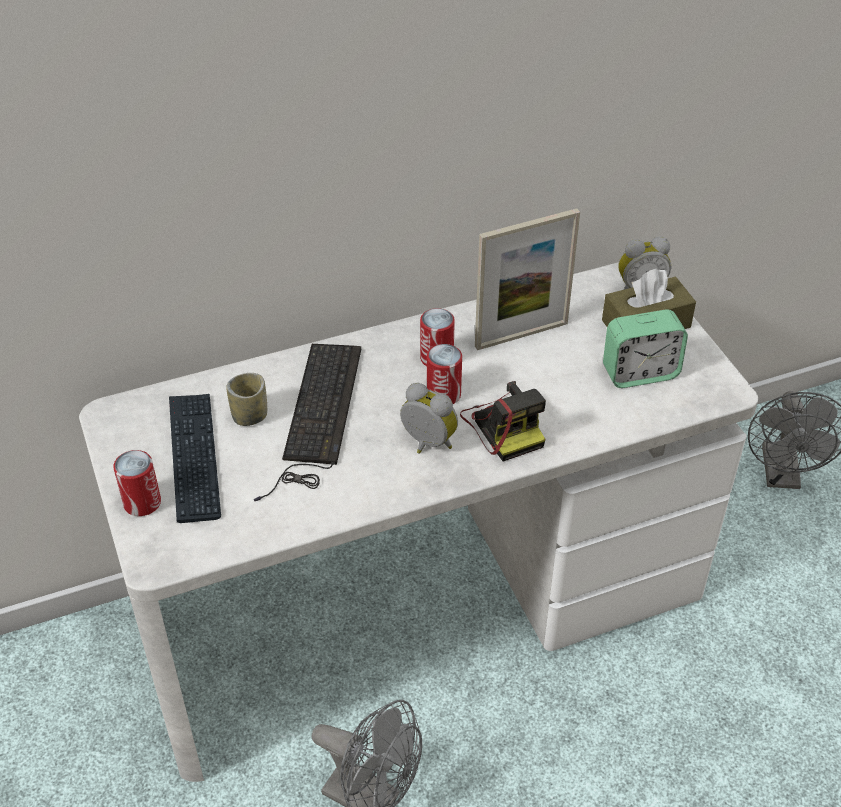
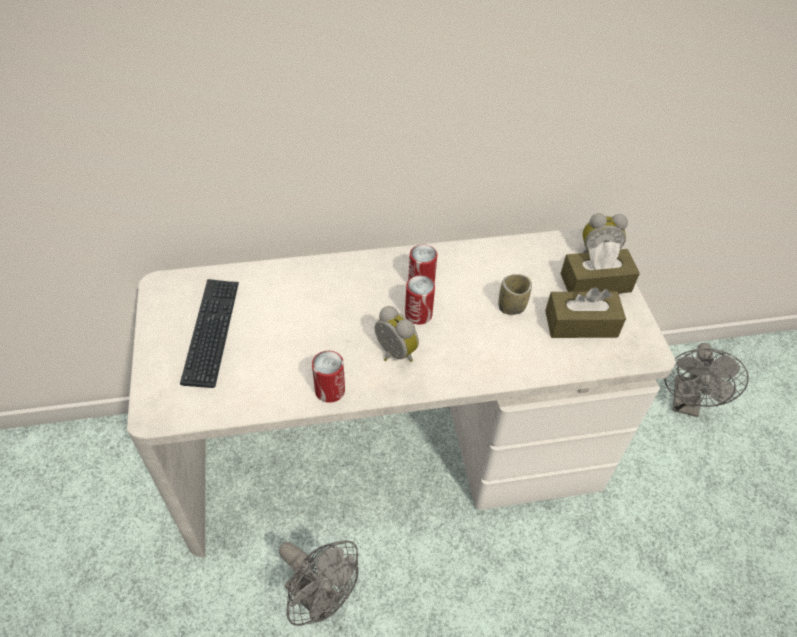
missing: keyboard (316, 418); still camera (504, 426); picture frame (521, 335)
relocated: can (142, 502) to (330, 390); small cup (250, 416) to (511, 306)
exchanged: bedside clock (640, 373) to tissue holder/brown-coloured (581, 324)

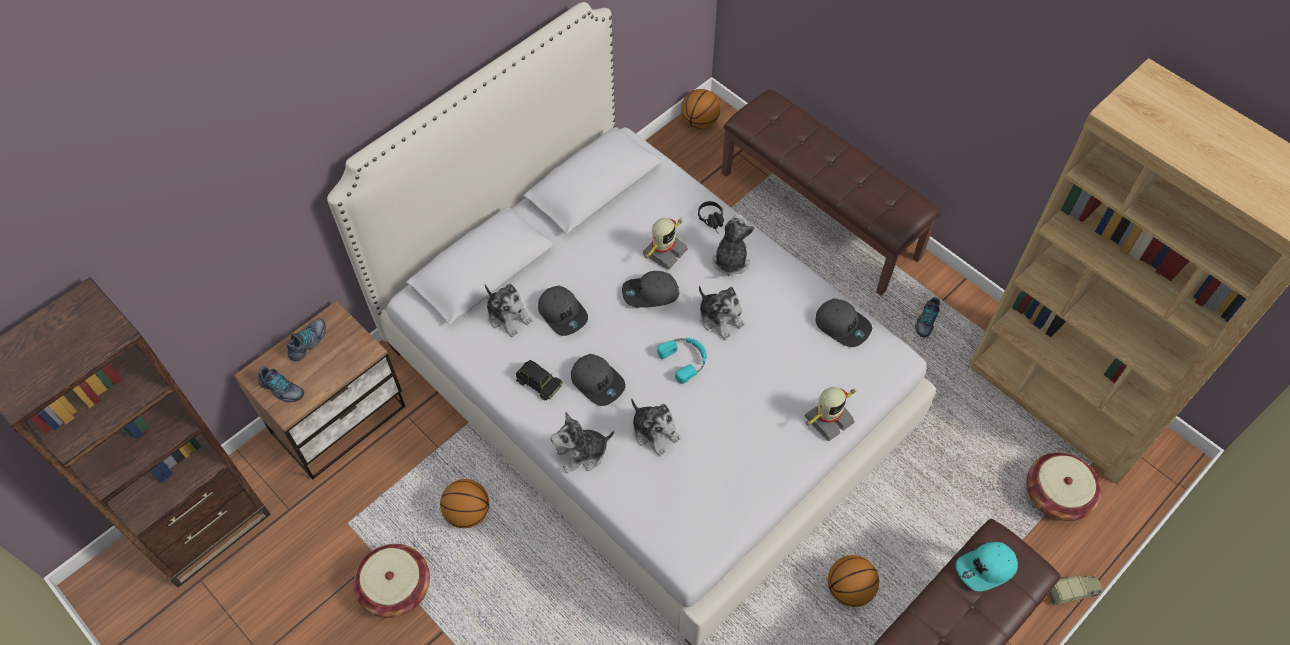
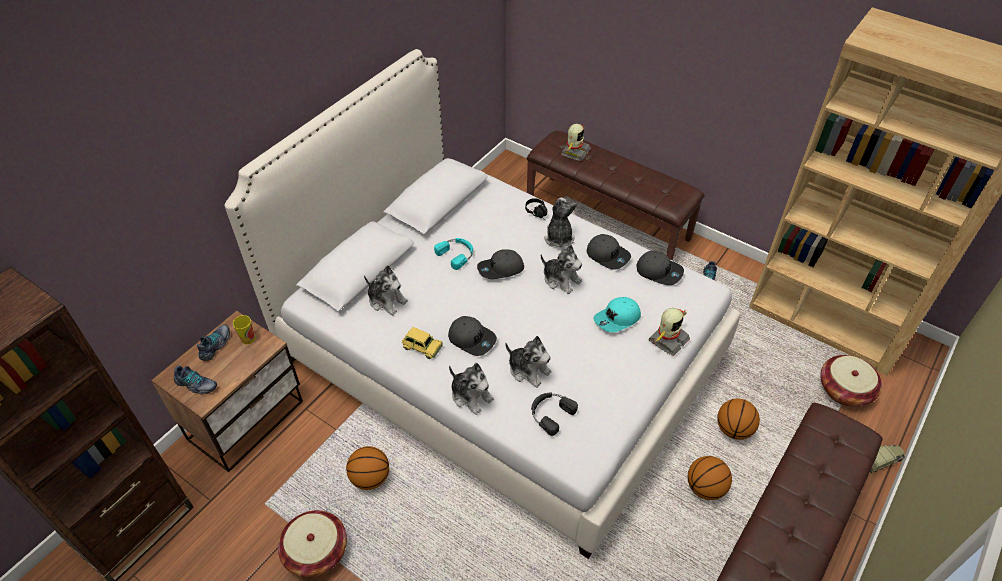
appeared: small cup (248, 338); headset/black-coloured (550, 413)
relocated: peaked cap/greyish (563, 313) to (608, 255); toy robot (664, 251) to (574, 152); headset/turquoise (685, 359) to (457, 254); ball for basketball (700, 122) to (734, 429); peaked cap/turquoise (986, 569) to (617, 319)
colour: model car/black-coloured (538, 382) to model car/yellow-coloured (422, 346)
spun: soft toy (582, 453) = (471, 395) 105 degrees counterclockwise

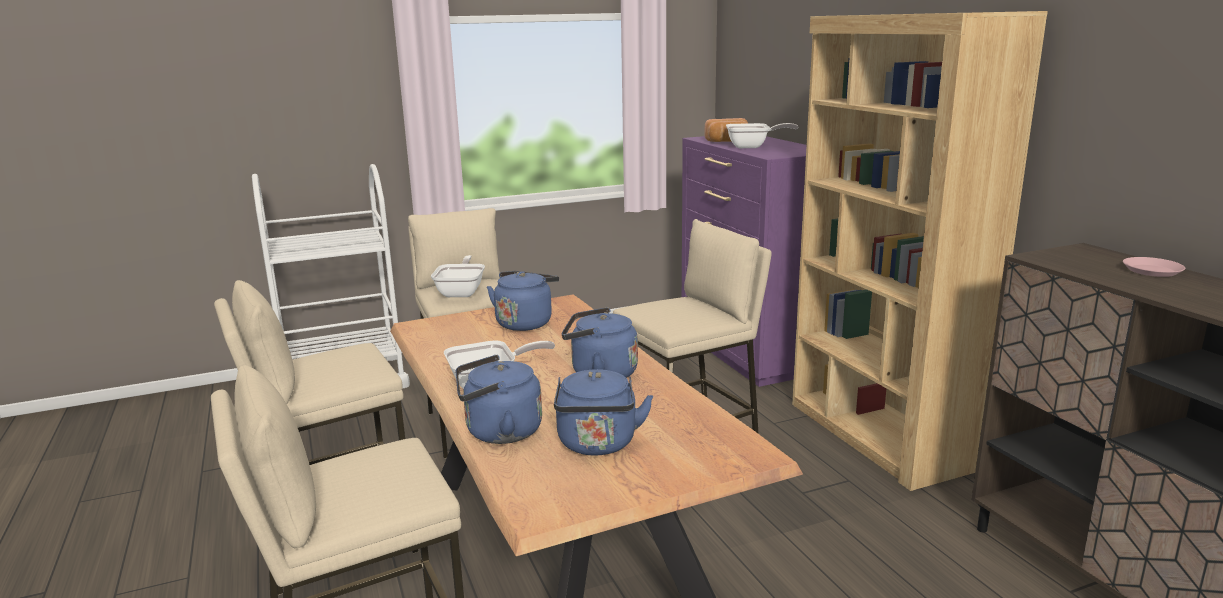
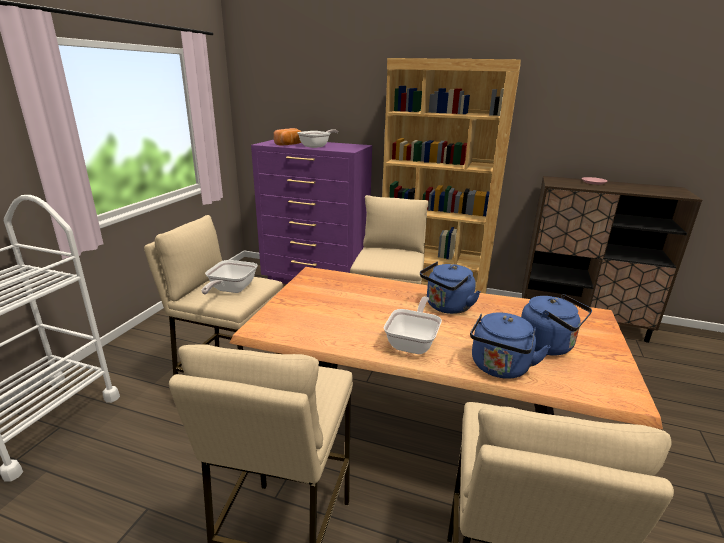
missing: kettle/blue-coloured (525, 322)
spun: frying pan (462, 292) = (230, 290) 120 degrees counterclockwise

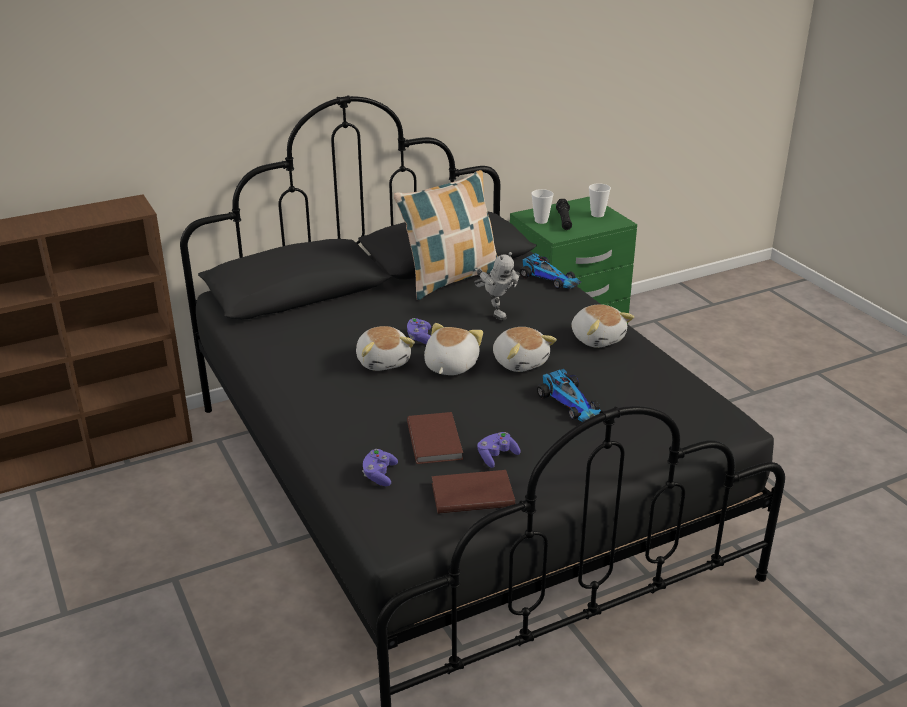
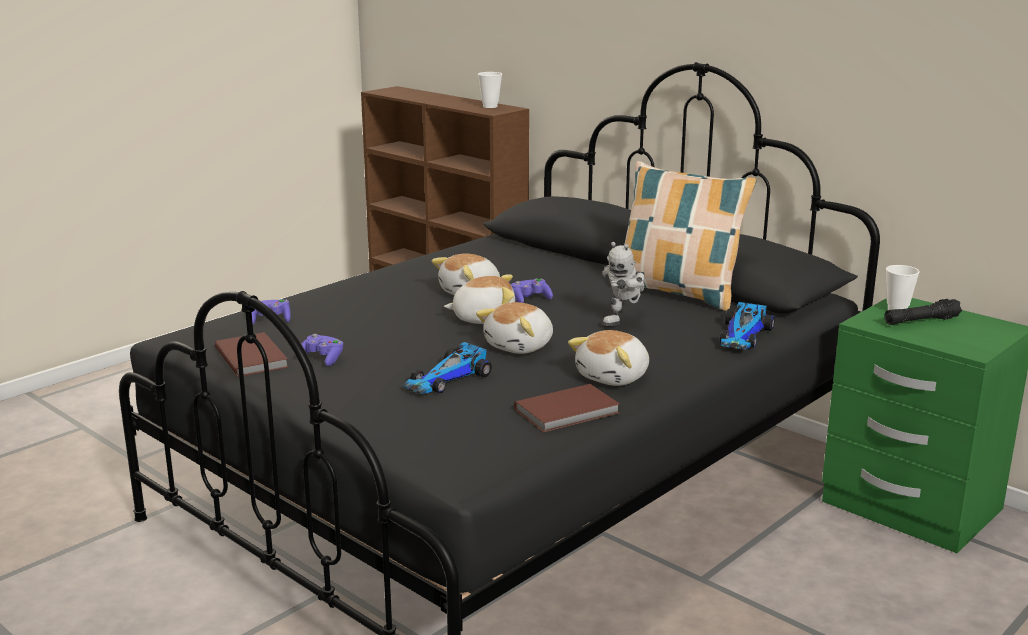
relocated: book/brown-coloured (436, 440) to (569, 412); small cup (597, 214) to (490, 106)

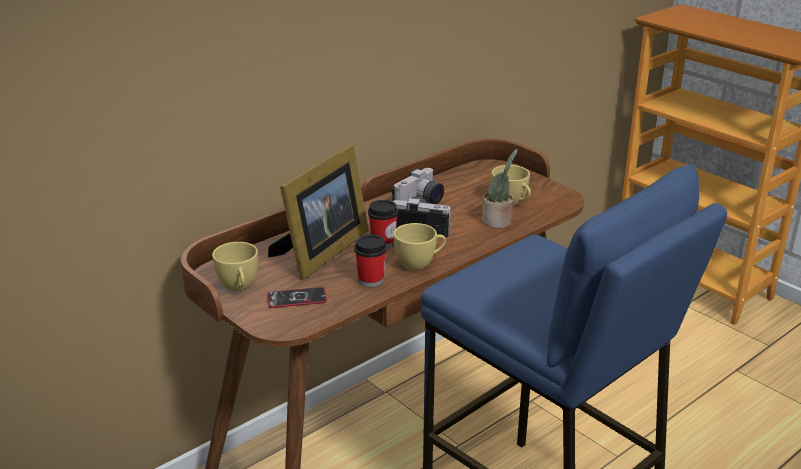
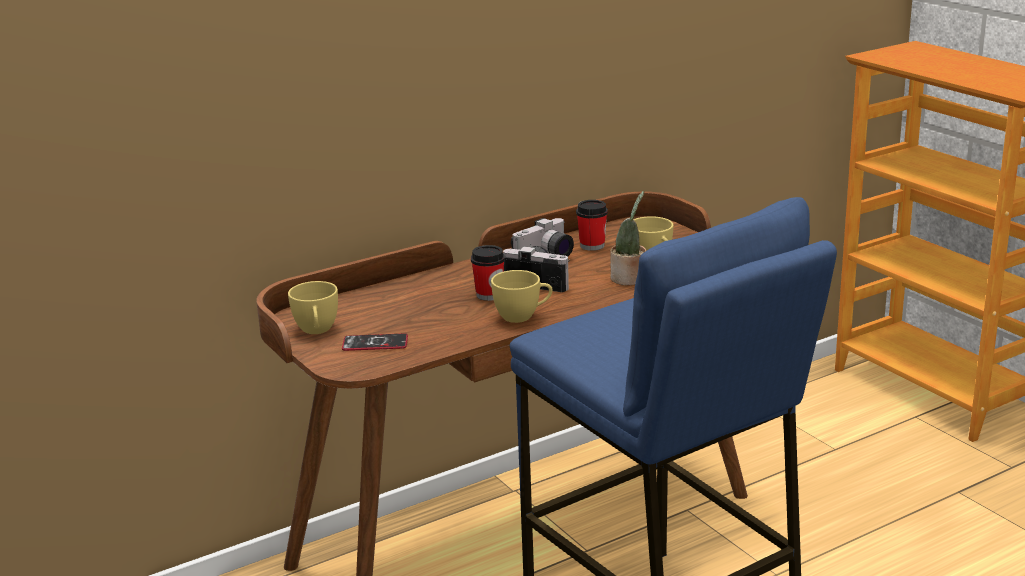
missing: picture frame (321, 252)
relocated: small cup (371, 280) to (592, 246)

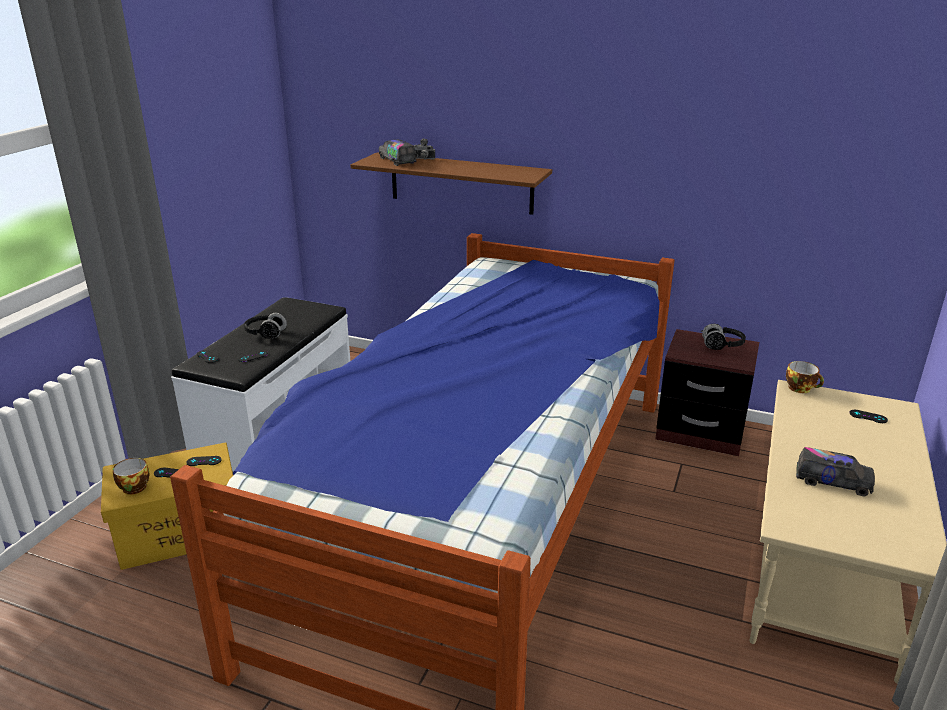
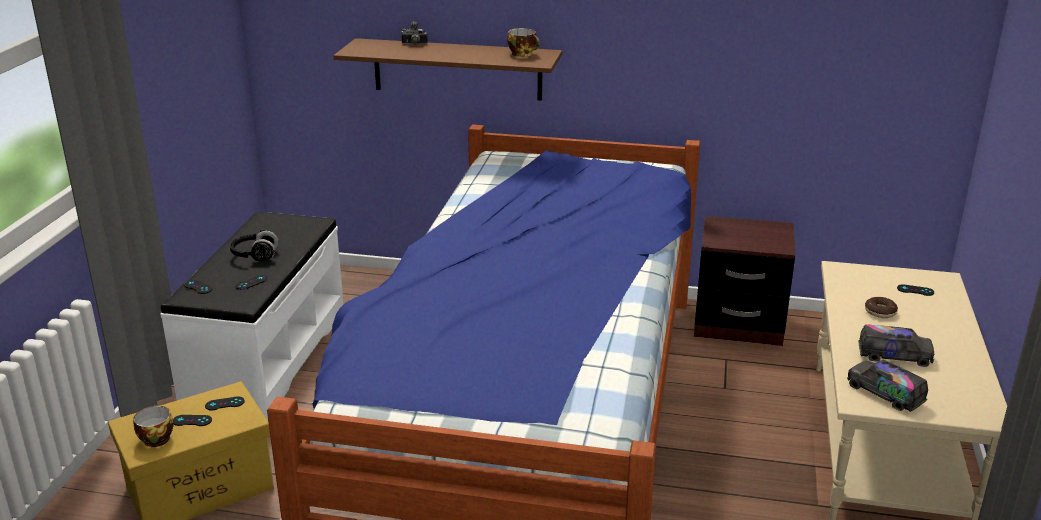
missing: headset/black-coloured (722, 346)
appeared: ring doughnut (880, 312)
relocated: model truck (397, 161) to (885, 394); small cup (801, 388) to (523, 54)

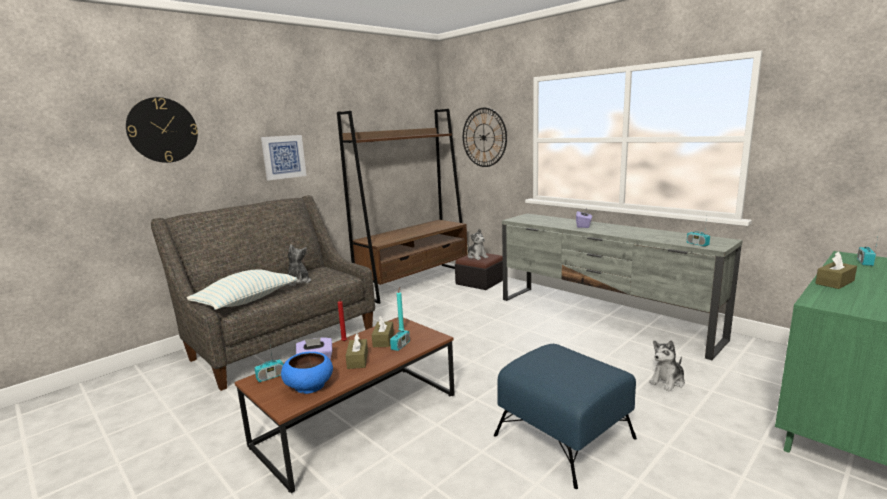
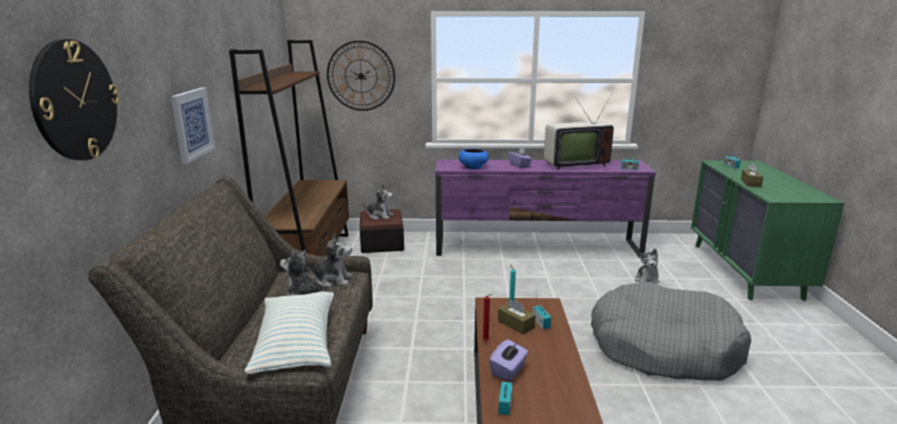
missing: tissue holder/brown-coloured (357, 360)
appeared: soft toy (332, 280); TV set (573, 164)
relocated: deep dish/blue-coloured (309, 386) to (473, 167)
exchanged: ottoman/blue-coloured (564, 437) to dog cushion/greyish (663, 347)
colour: tv unit/greyish (602, 318) to tv unit/purple-coloured (537, 247)

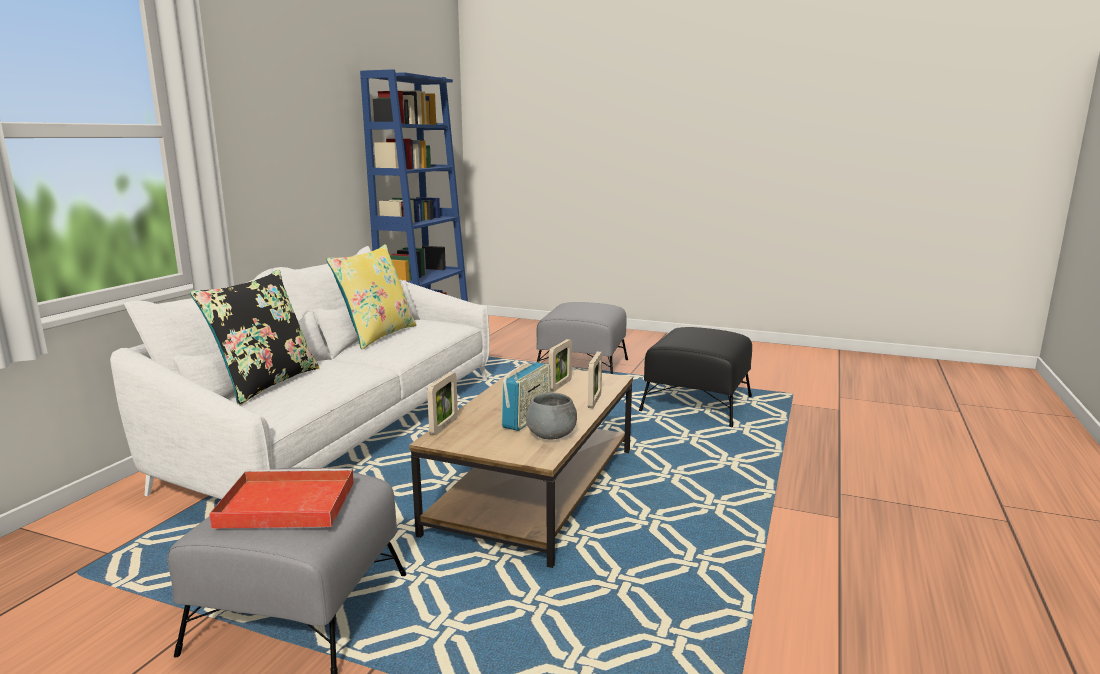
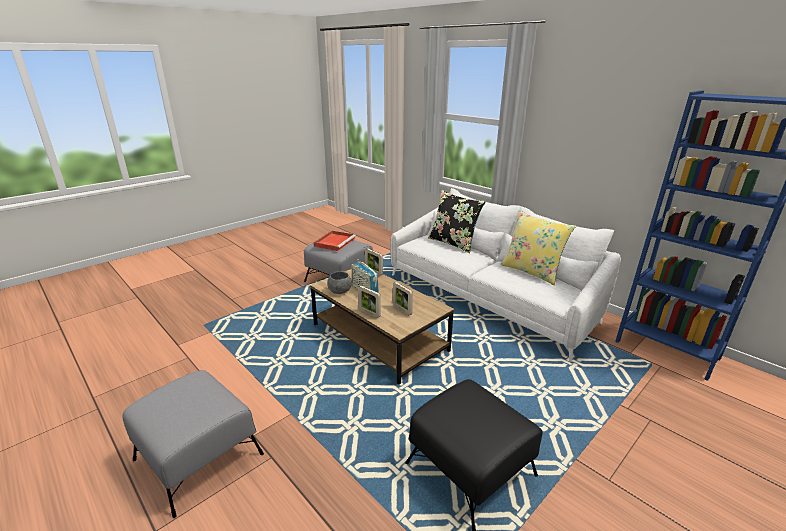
relocated: ottoman/greyish (581, 367) to (198, 456)

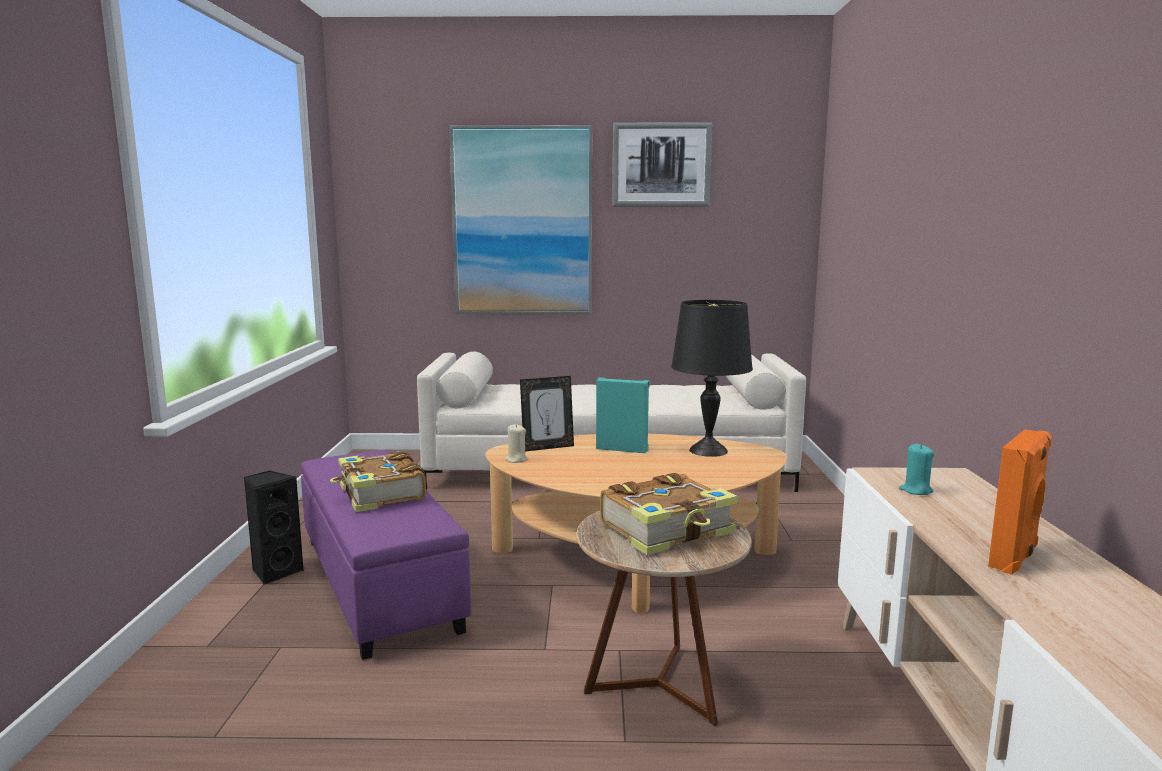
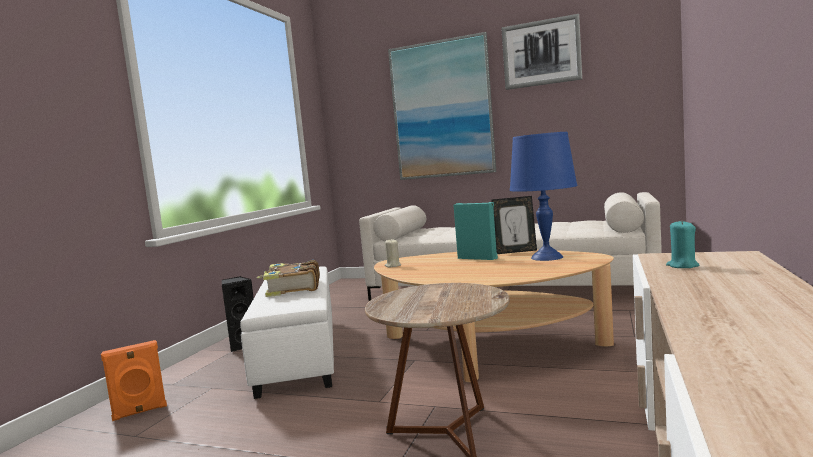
missing: book (668, 530)
relocated: picture frame (547, 447) to (516, 251); loudspeaker/orange-coloured (1015, 557) to (140, 412)
colour: ottoman/purple-coloured (377, 582) to ottoman/whitish (298, 353); tabletop lamp/black-coloured (707, 450) to tabletop lamp/blue-coloured (546, 257)

